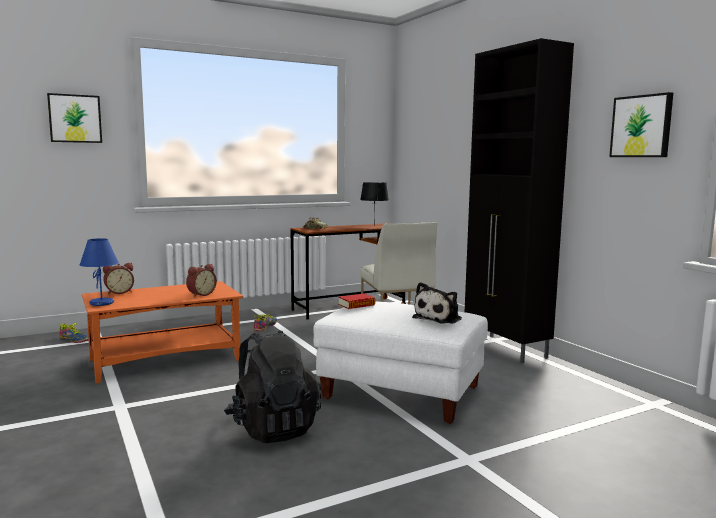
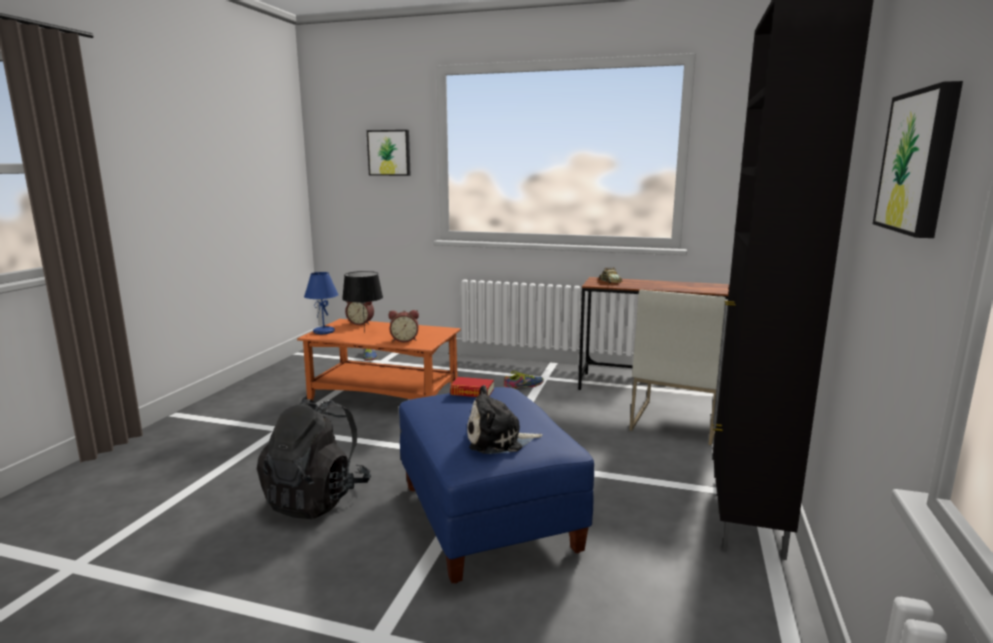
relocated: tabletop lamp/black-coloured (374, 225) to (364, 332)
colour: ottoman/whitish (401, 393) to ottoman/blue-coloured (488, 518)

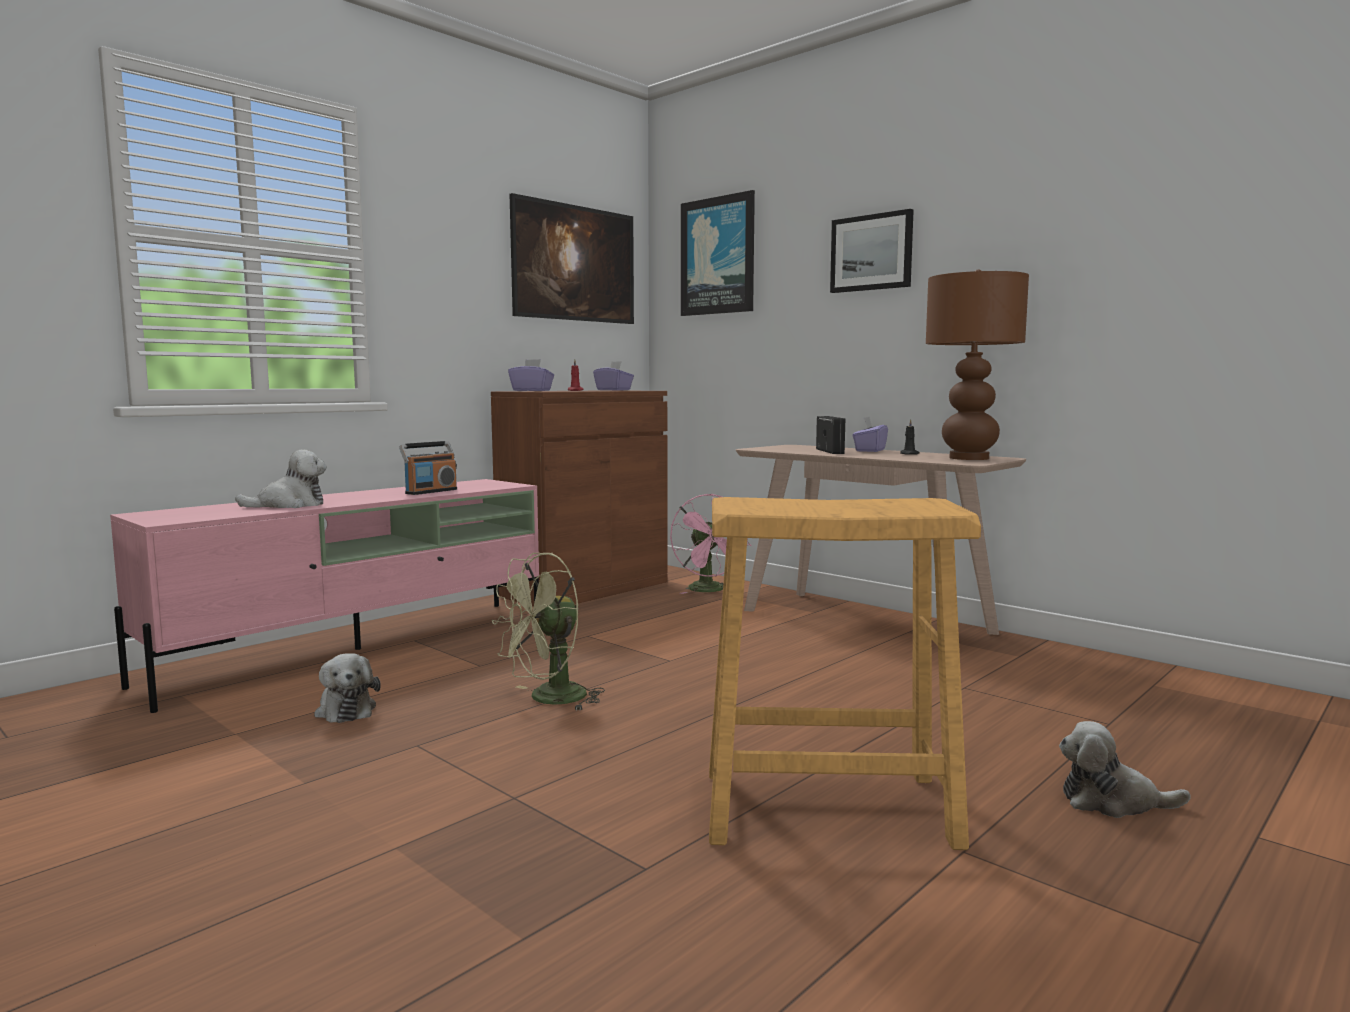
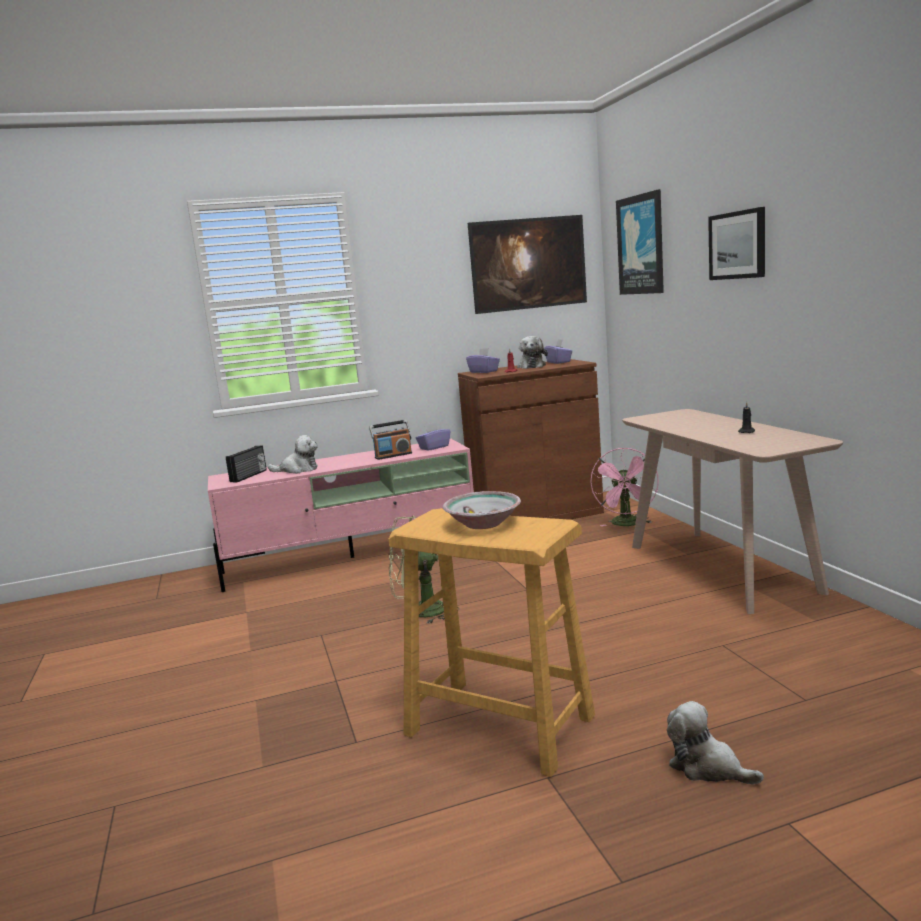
missing: tabletop lamp/brown-coloured (968, 458)
appeared: deep dish (483, 523)
relocated: soft toy (345, 710) to (531, 366); radio set (831, 451) to (249, 476); tissue holder/purple-coloured (869, 450) to (434, 447)

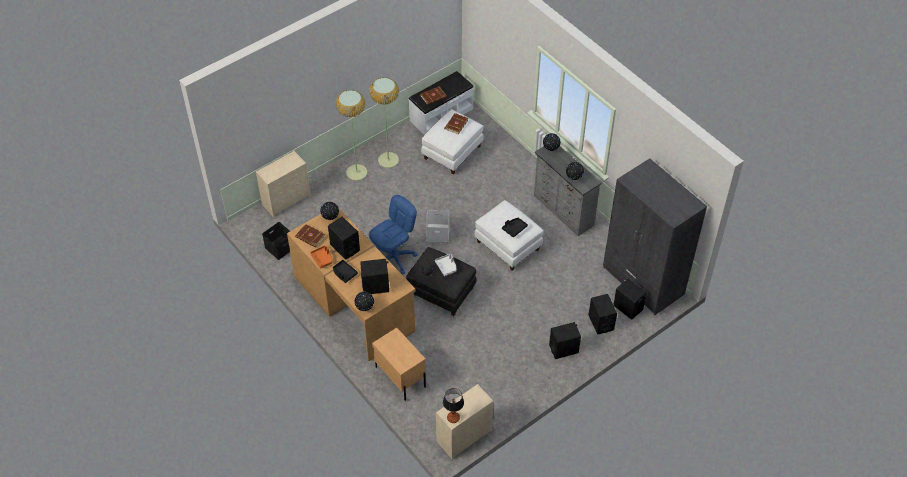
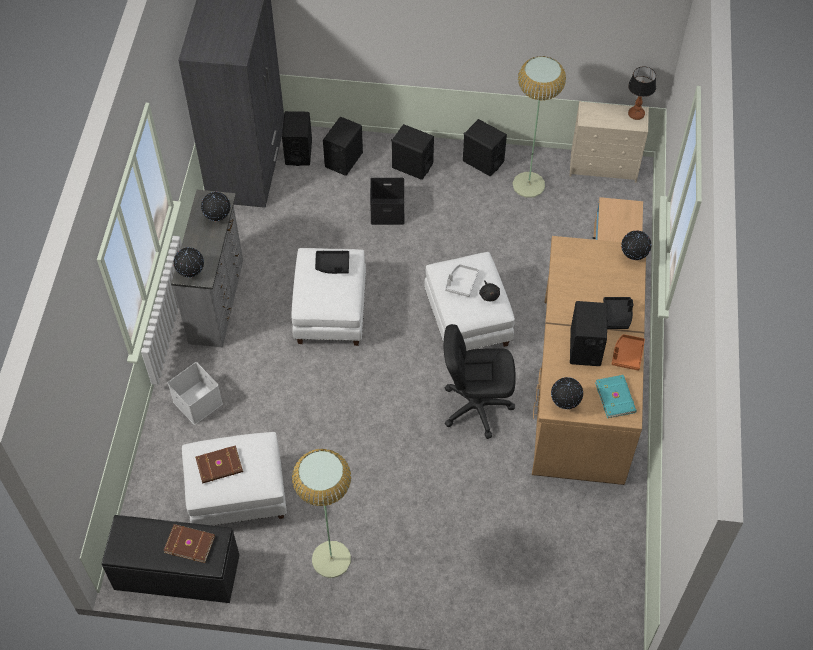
missing: chest of drawers/beige-coloured (287, 200)
relocated: storage box/black-coloured (280, 247) to (386, 212); standard lamp (356, 172) to (529, 185); loudspeaker/black-coloured (376, 286) to (483, 161); storage box/whitish (438, 232) to (196, 402)
colour: book/brown-coloured (310, 237) to book/turquoise (616, 397); desk chair/blue-coloured (394, 258) to desk chair/black-coloured (476, 407); ottoman/black-coloured (441, 292) to ottoman/whitish (468, 321); long seat/whitish (441, 114) to long seat/black-coloured (177, 573)

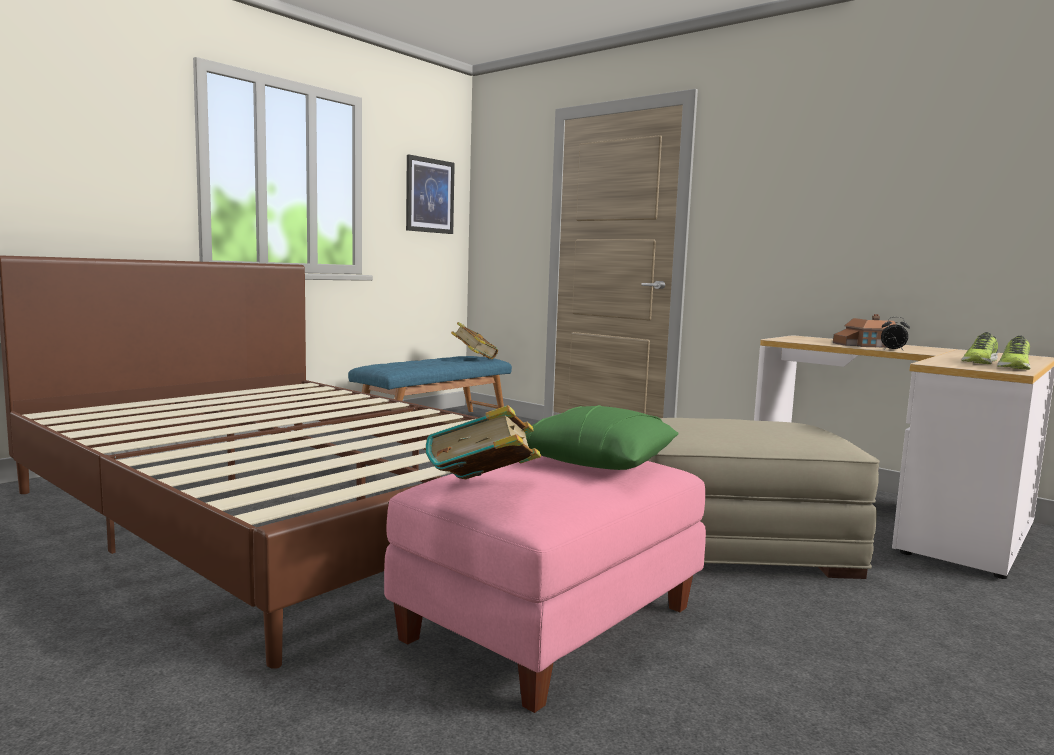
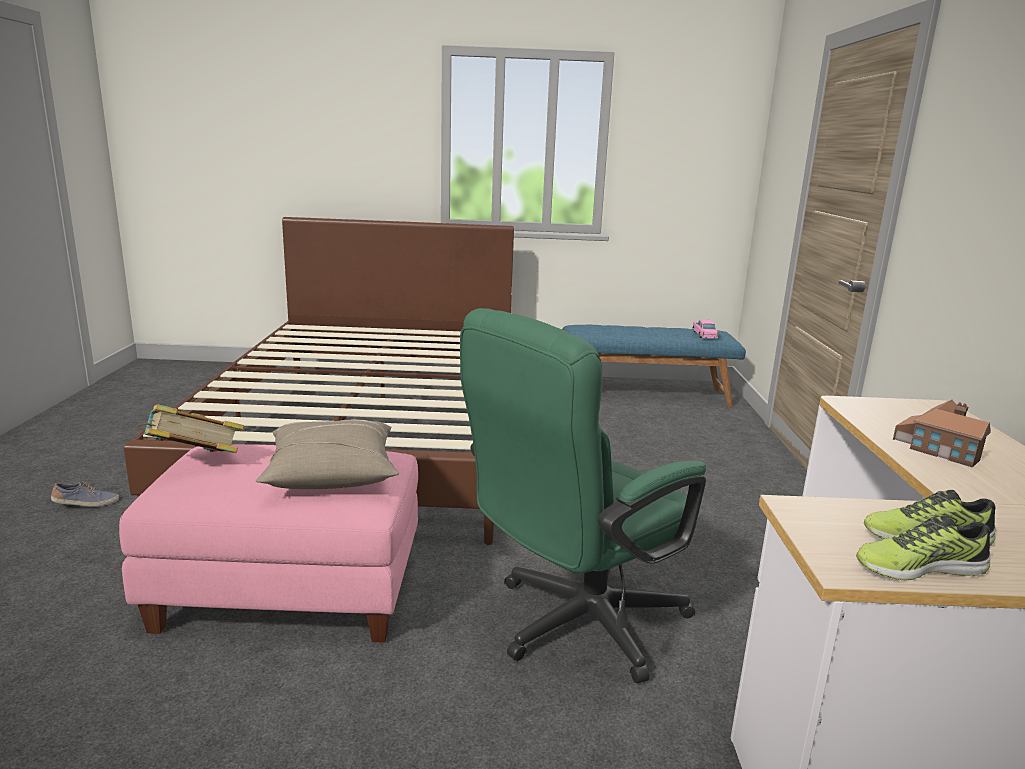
missing: wall picture (429, 195); bedside clock (893, 350)
appeared: item of footwear (86, 504)
exchanged: book (474, 358) to model car/pinkish (704, 335); ottoman/beige-coloured (733, 546) to desk chair/green-coloured (575, 625)
colour: cushion/green-coloured (596, 461) to cushion/beige-coloured (332, 473)

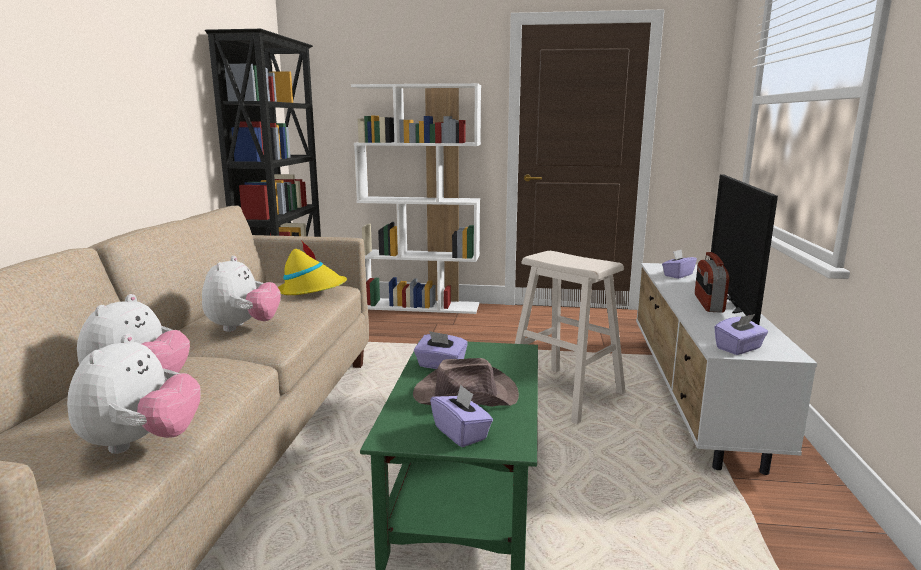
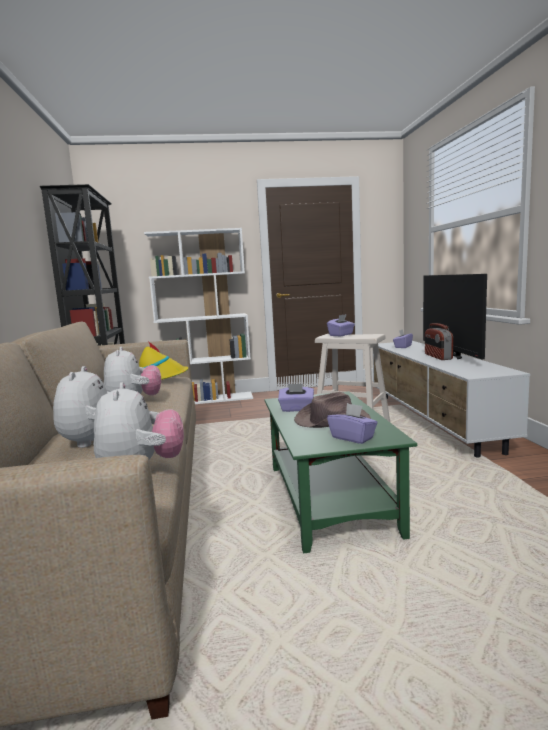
relocated: tissue holder/purple-coloured (739, 348) to (341, 335)

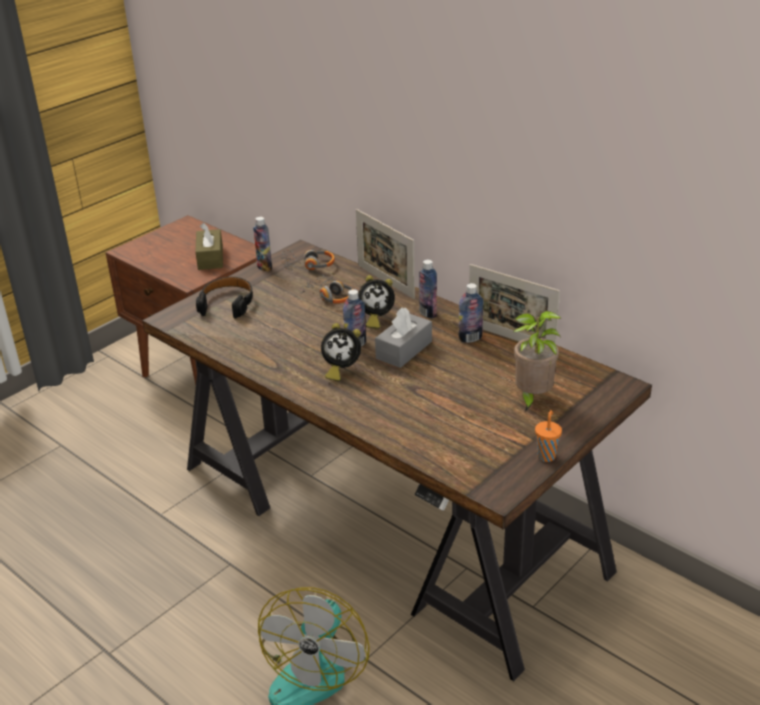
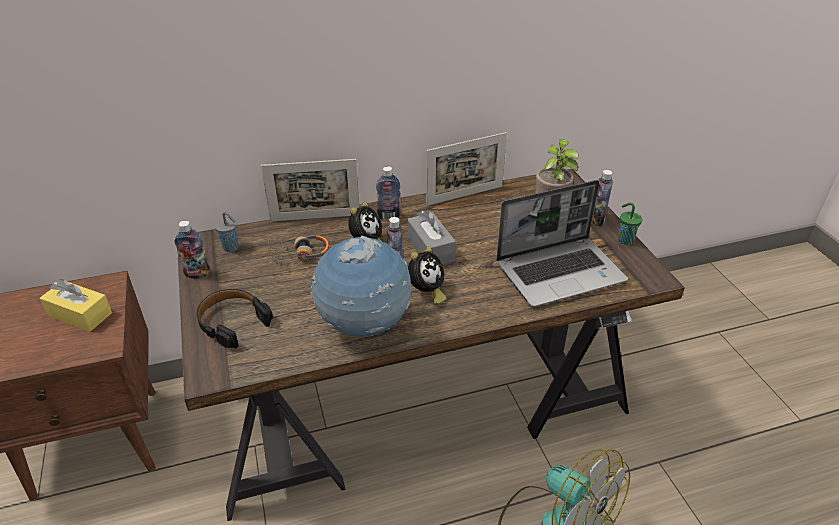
appeared: desk globe (364, 326); laptop (560, 272)
relocated: drink bottle (470, 338) to (597, 220)
exchanged: headset (307, 266) to small cup/greyish (231, 248)
colour: tissue holder/brown-coloured (210, 258) to tissue holder/yellow-coloured (80, 314); small cup/orange-coloured (546, 455) to small cup/green-coloured (624, 240)

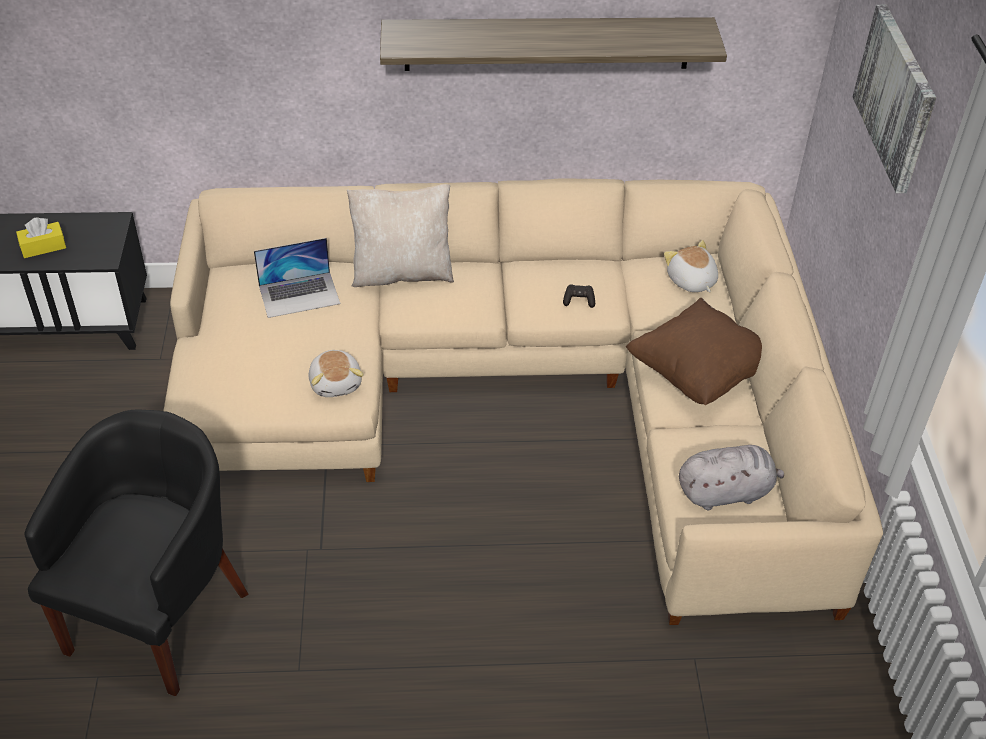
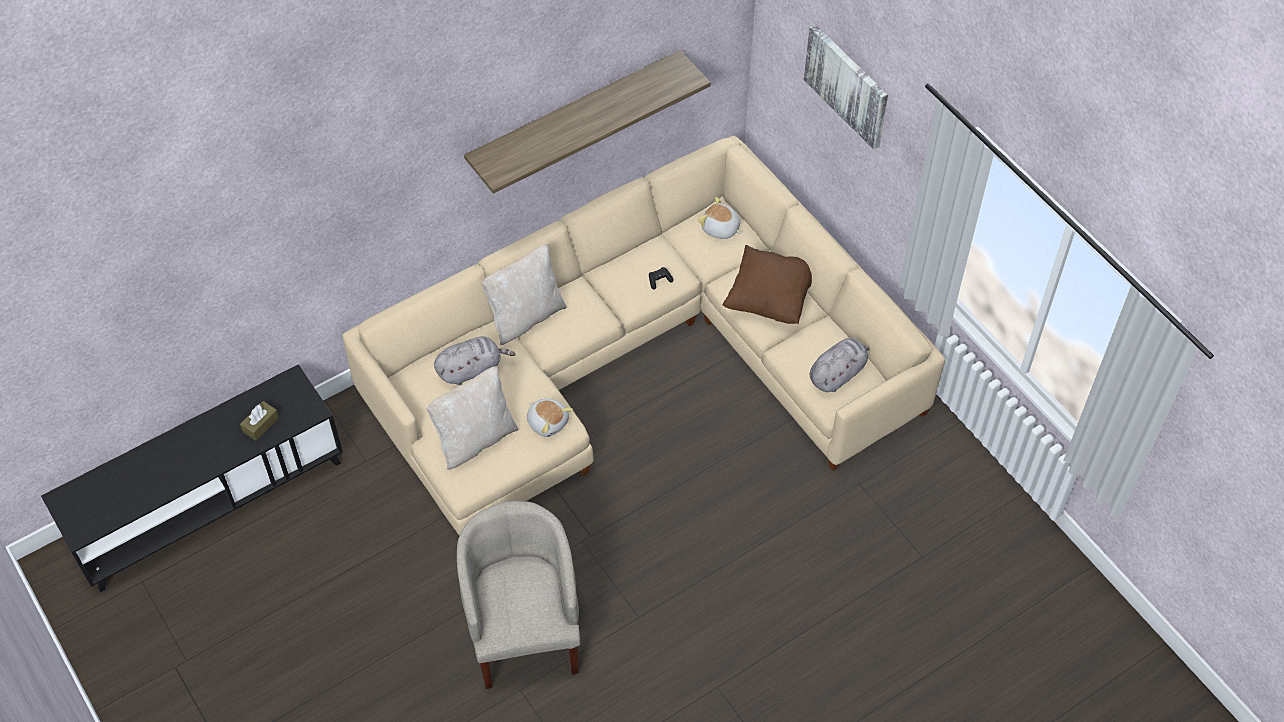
appeared: cushion/beige-coloured (475, 438)
exchanged: laptop (299, 294) to soft toy/greyish (472, 369)
colour: tissue holder/yellow-coloured (43, 247) to tissue holder/brown-coloured (261, 424); armchair/black-coloured (159, 614) to armchair/beige-coloured (524, 632)

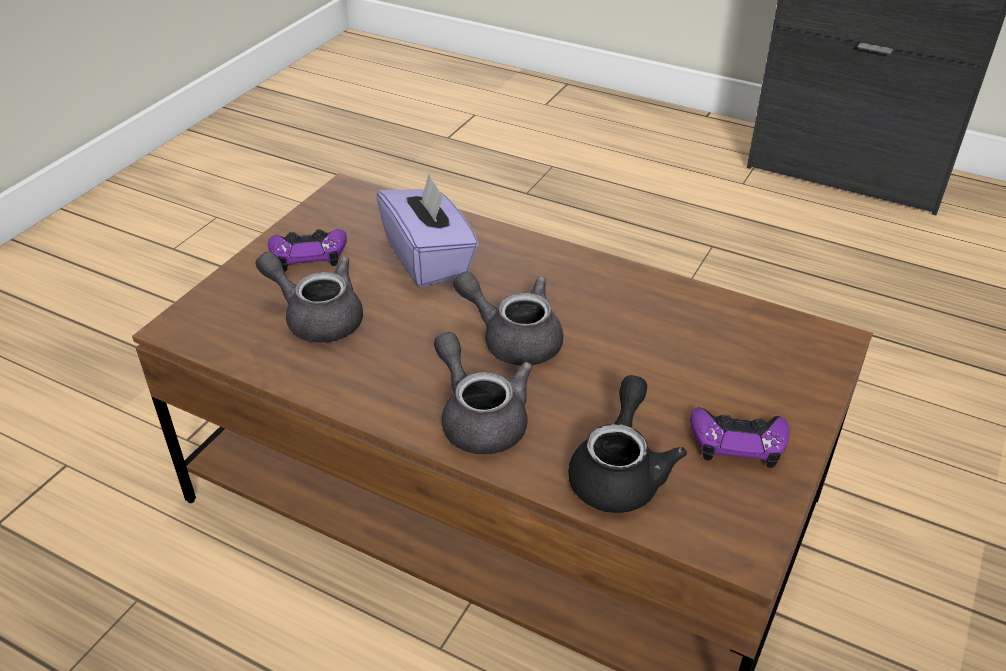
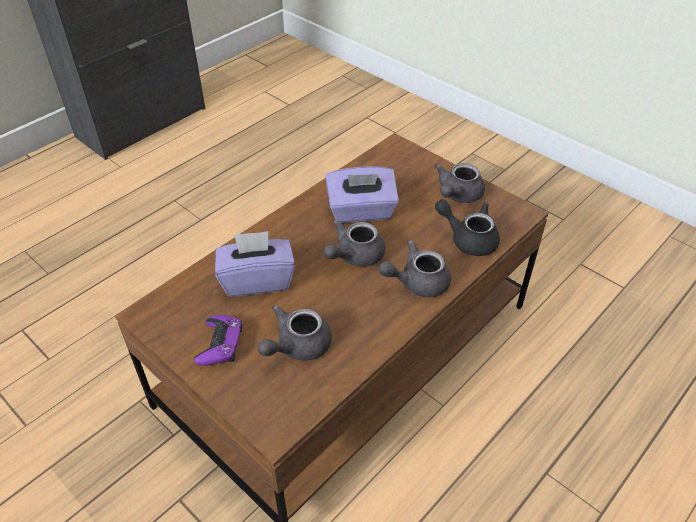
appeared: tissue holder/purple-coloured (361, 211)
exchanged: joypad/purple-coloured (737, 442) to teapot/greyish (457, 195)

